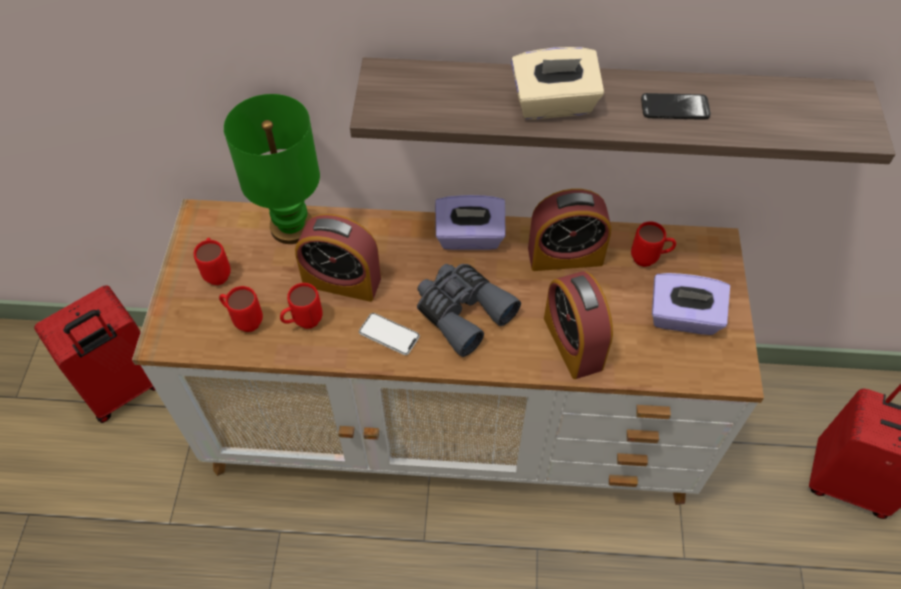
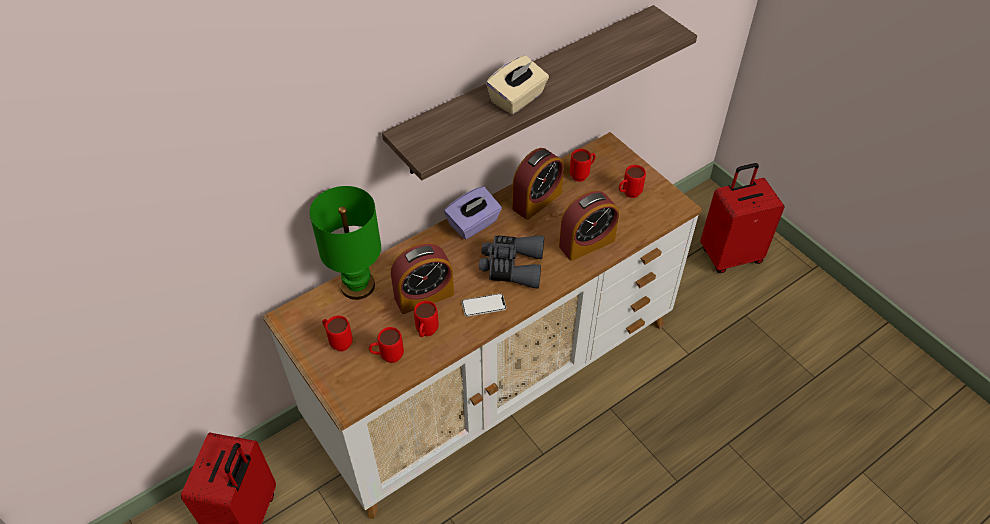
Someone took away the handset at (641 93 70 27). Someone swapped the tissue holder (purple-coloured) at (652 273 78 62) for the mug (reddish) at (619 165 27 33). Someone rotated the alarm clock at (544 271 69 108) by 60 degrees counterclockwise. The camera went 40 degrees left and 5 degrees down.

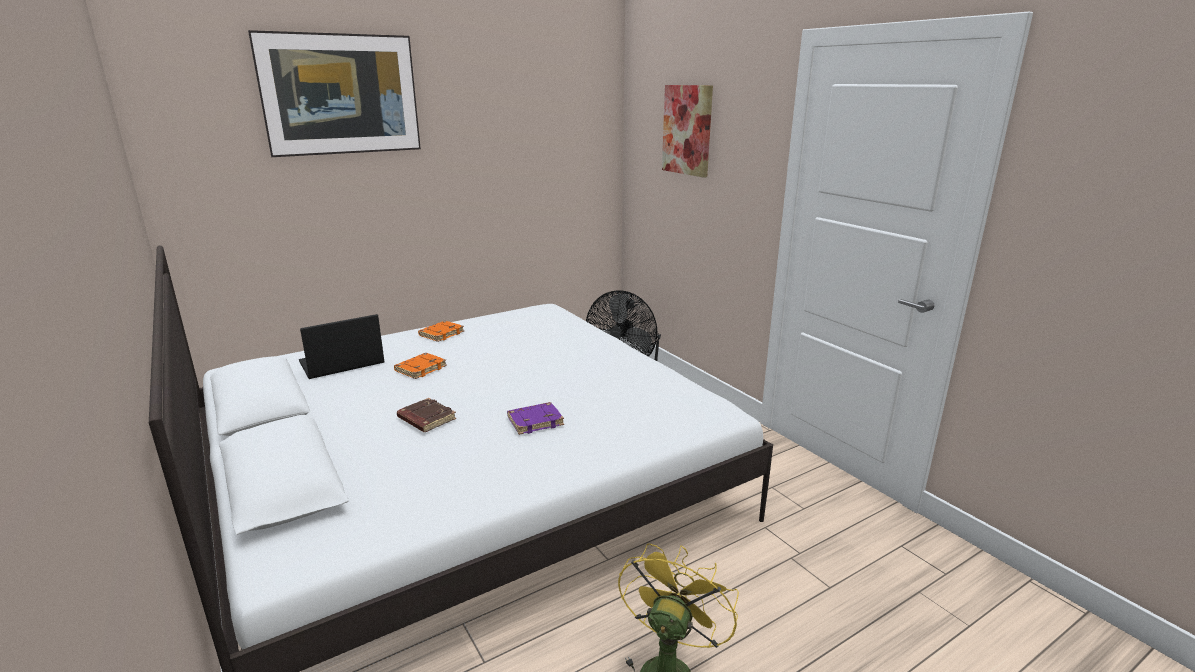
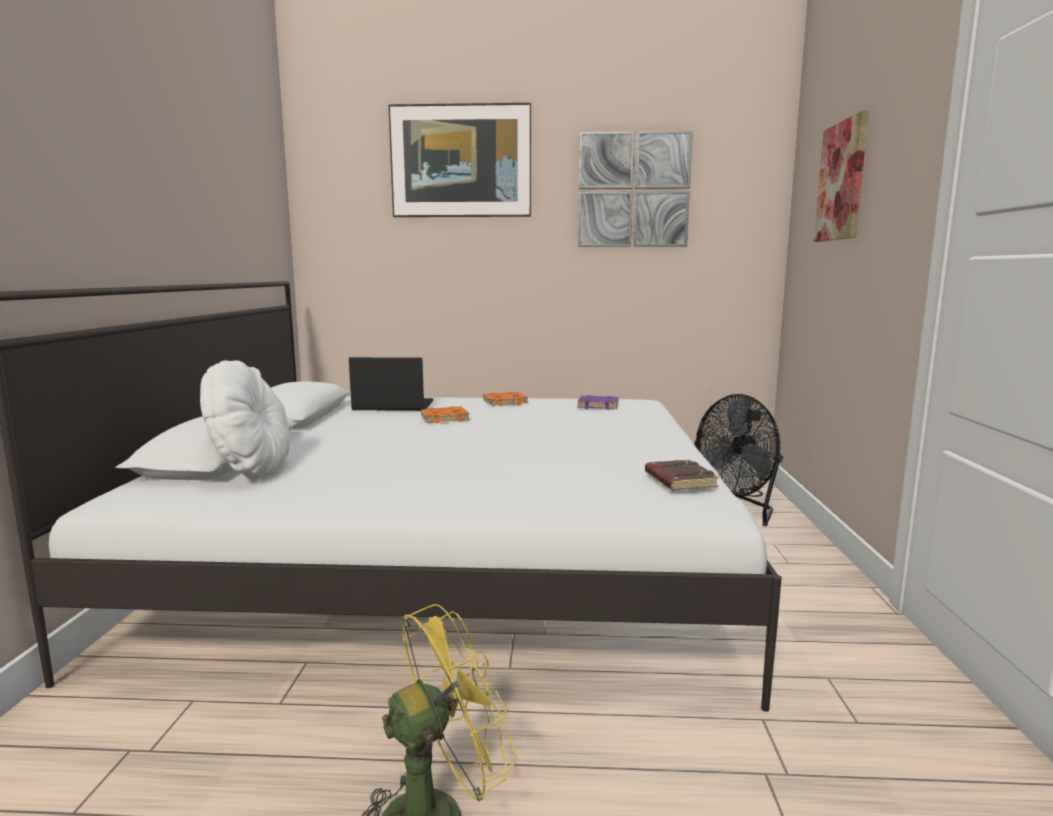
Someone put down the cushion (white-coloured) at (200 360 90 120). Someone put up the wall picture at (578 131 115 116). Someone carried the bound book (brownish) from (397 398 59 34) to (645 460 74 31). Someone carried the bound book (purple-coloured) from (507 402 57 33) to (577 395 41 15). The camera went 35 degrees right and 10 degrees down.

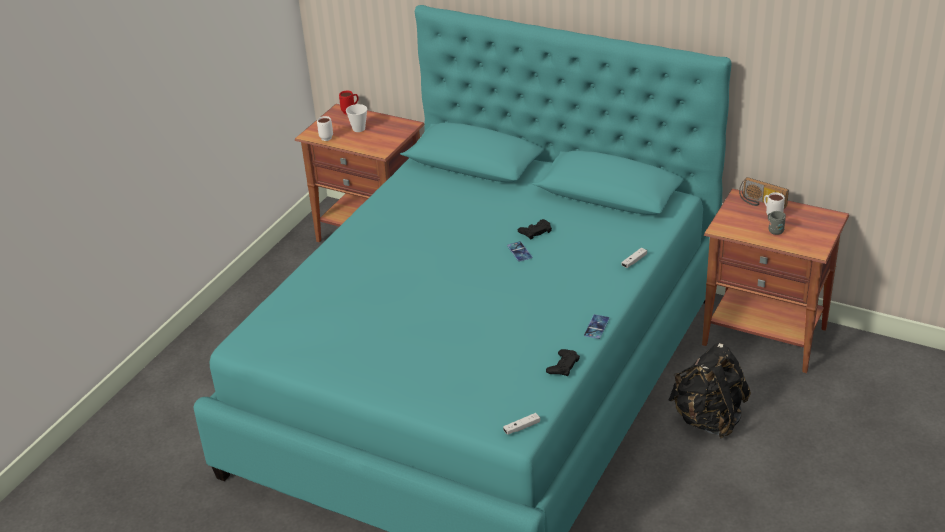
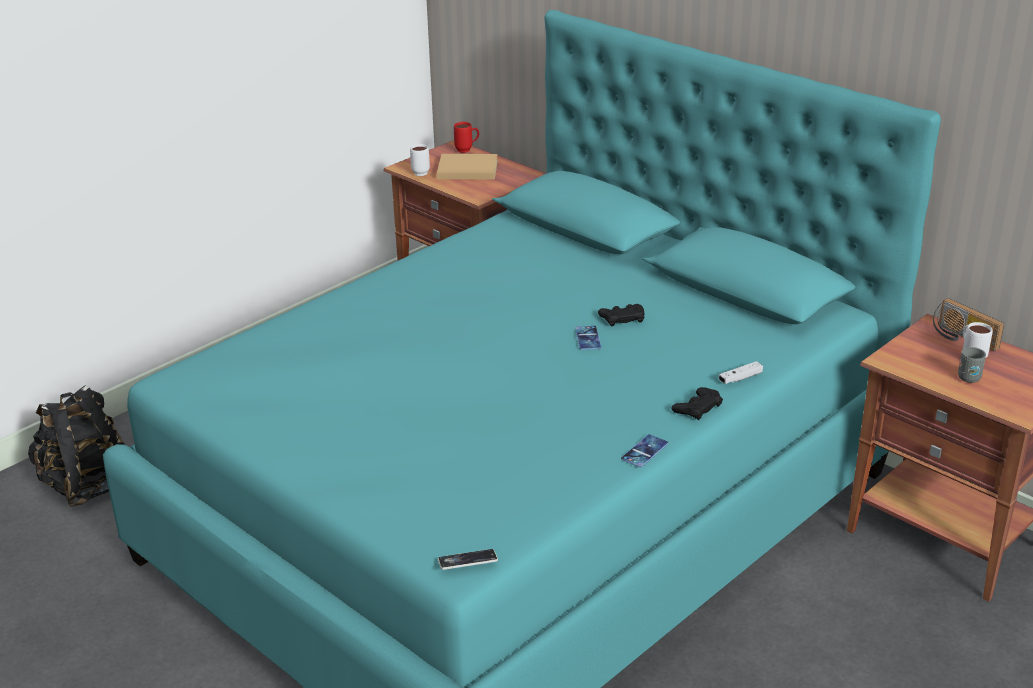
Someone carried the game controller (black) from (546 349 34 28) to (672 387 51 33). Someone carried the backpack (black) from (669 343 82 96) to (28 386 97 121). Someone swapped the cup at (346 104 21 28) for the bound book (beige) at (437 154 61 25). Someone swapped the game controller (white-coloured) at (503 413 37 22) for the handset at (438 549 60 21). The camera went 15 degrees right and 5 degrees down.

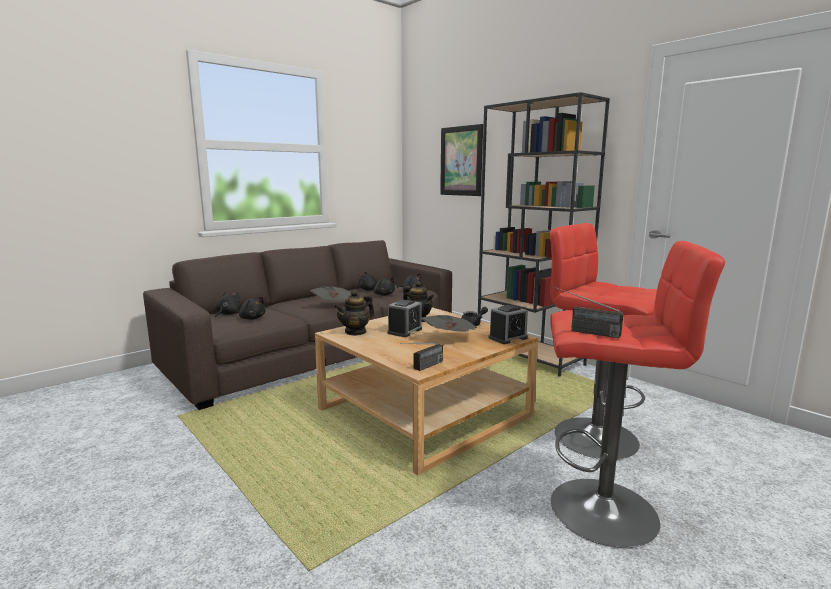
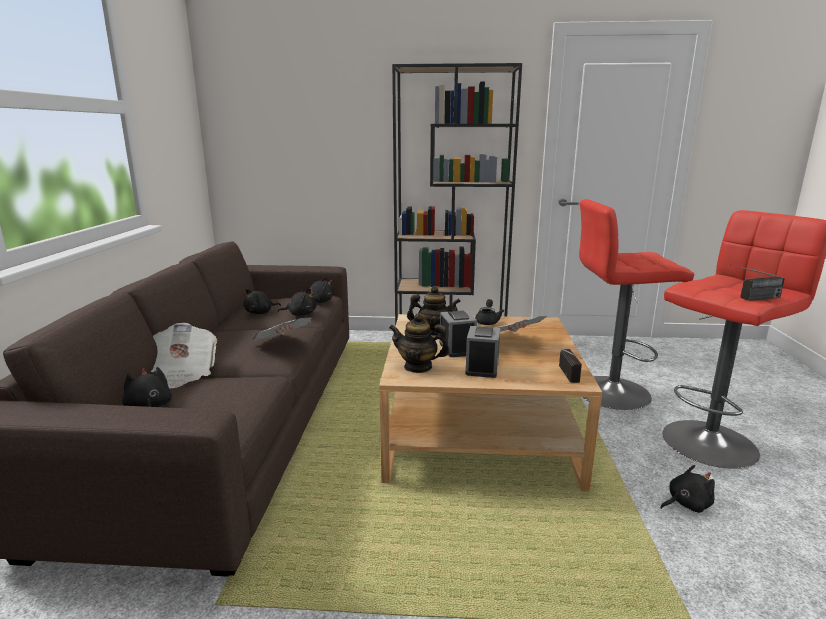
Someone took away the wall picture at (440 124 43 72). Someone put down the printed paper at (151 323 66 66). Someone carried the soft toy (black) from (236 296 30 24) to (660 465 55 48). Someone carried the alarm clock from (489 305 39 39) to (465 326 35 52). Someone rotated the pot for tea at (335 290 39 46) by 105 degrees clockwise. The camera went 45 degrees left and 5 degrees up.

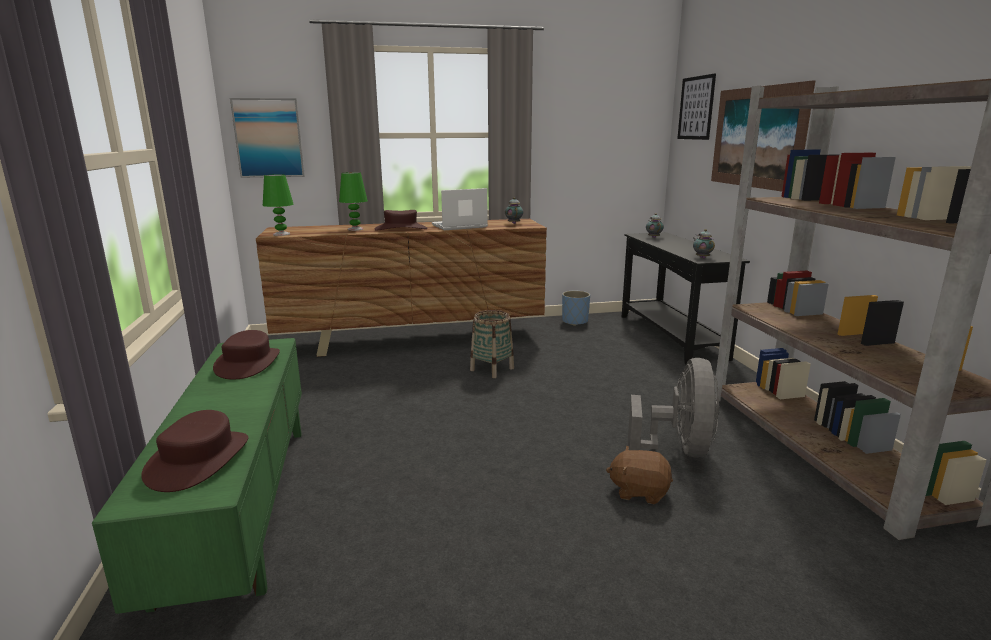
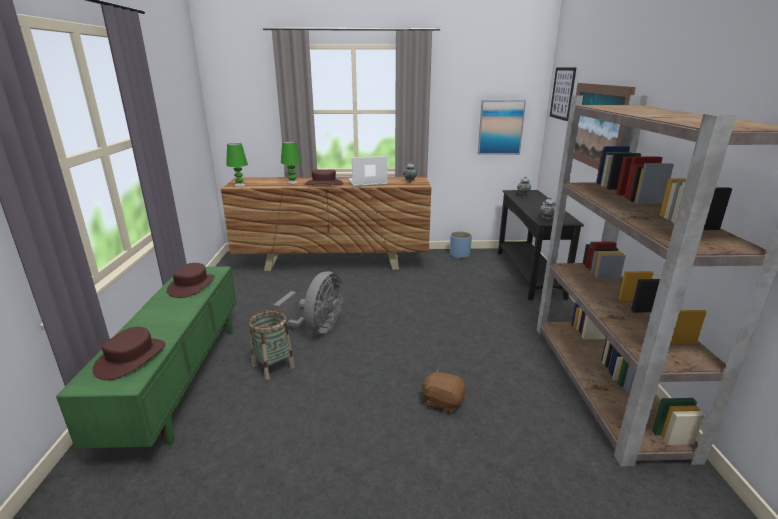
Someone carried the wall picture from (230 98 75 80) to (478 100 48 55). Someone carried the household basket from (470 310 44 68) to (249 310 46 70). Someone carried the electric fan (grey) from (628 358 92 99) to (273 271 70 63). The camera went 10 degrees right and 5 degrees up.

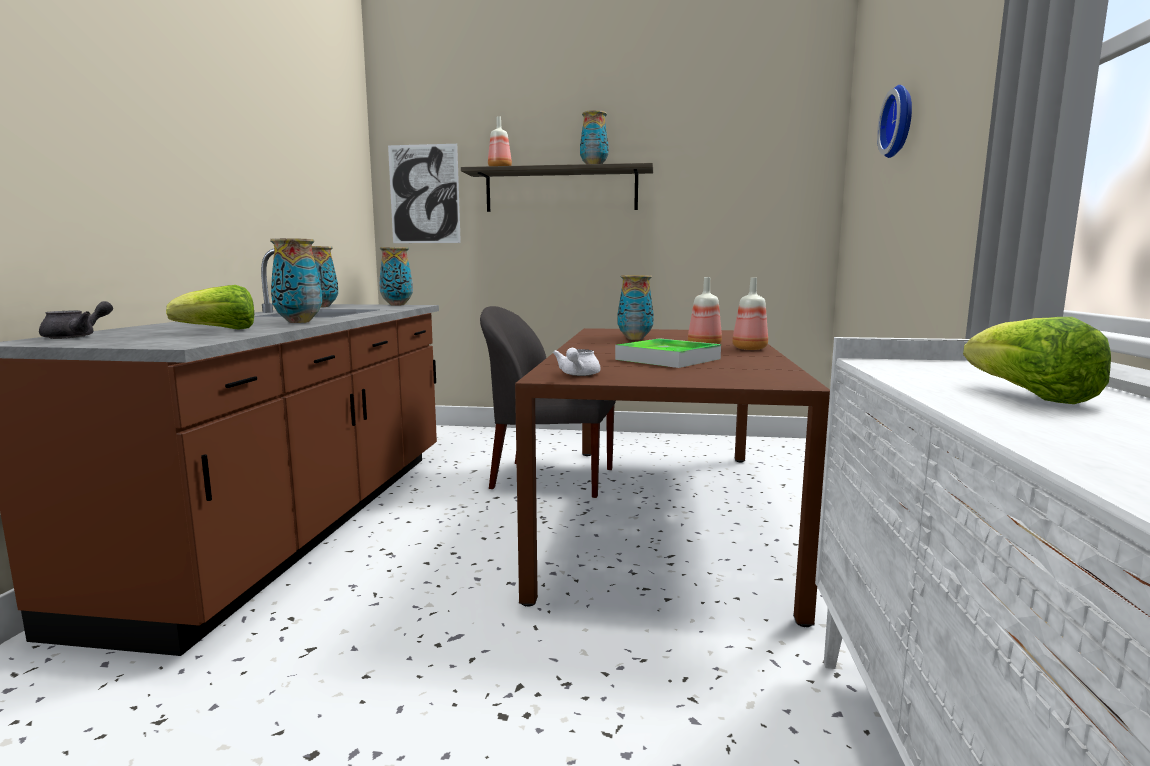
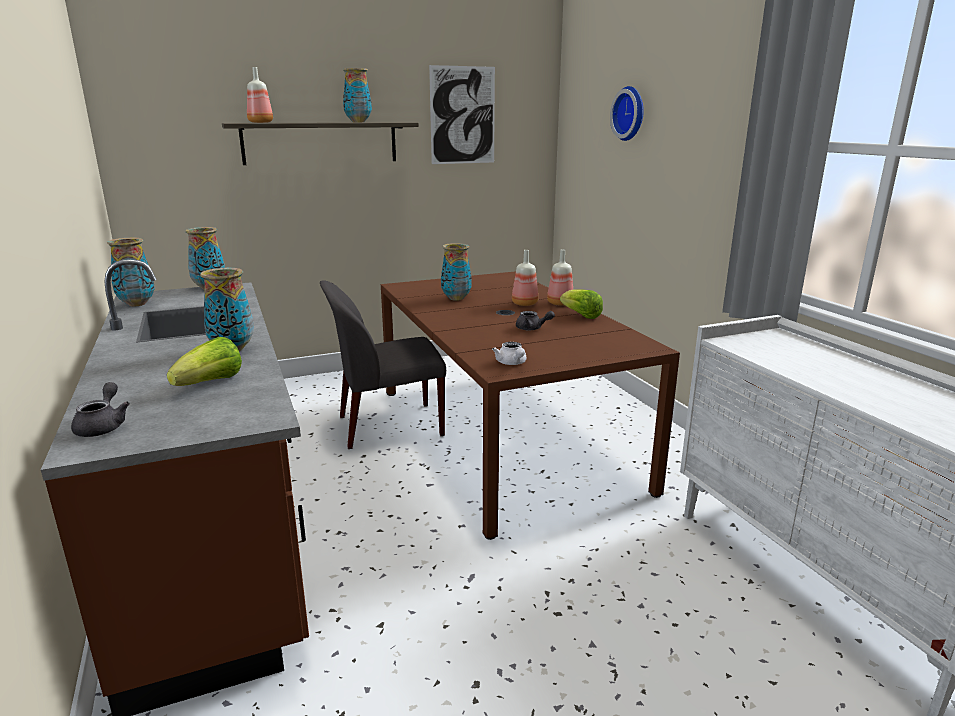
Someone carried the wall picture from (388 144 73 99) to (429 65 66 99). Someone carried the lettuce head from (963 317 148 87) to (560 289 43 30). Someone swapped the carrying tray at (615 338 106 30) for the pot for tea (grey) at (516 311 39 20). The camera went 30 degrees left and 10 degrees up.

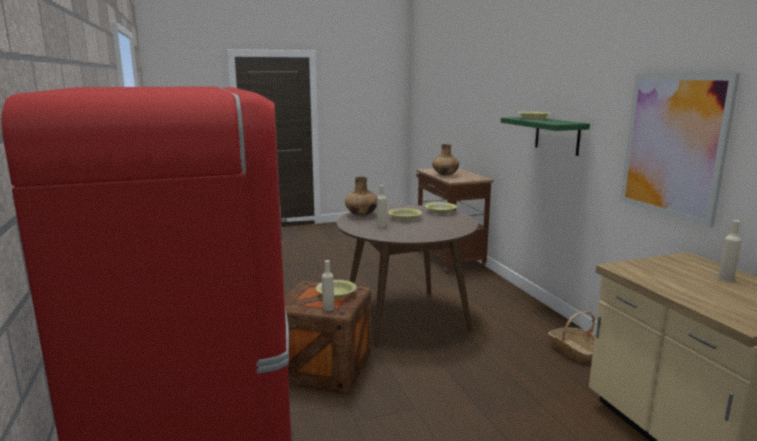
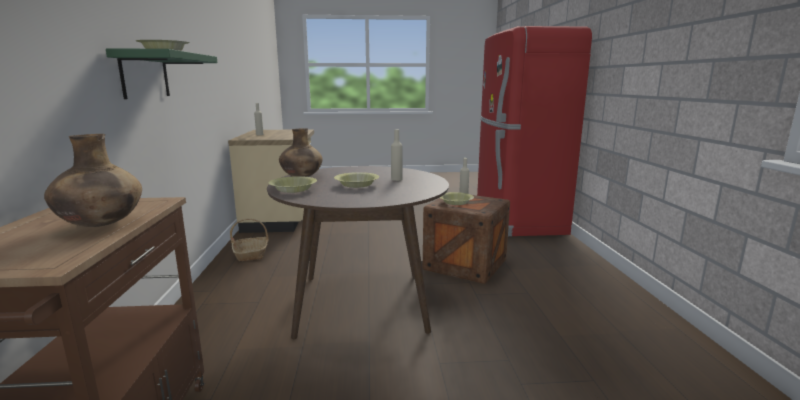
Someone took away the wall picture at (620 73 120 154). Someone carried the vase (brownish) from (345 177 32 39) to (279 128 44 49). The camera went 165 degrees left and 0 degrees up.

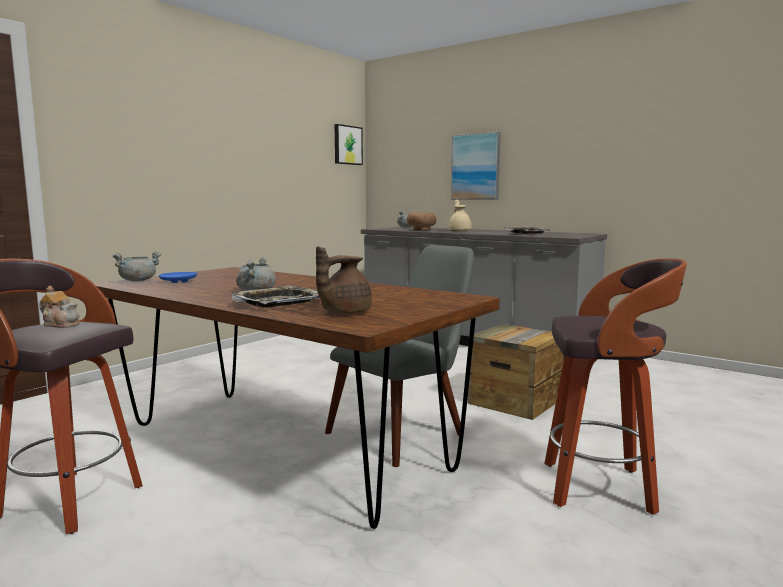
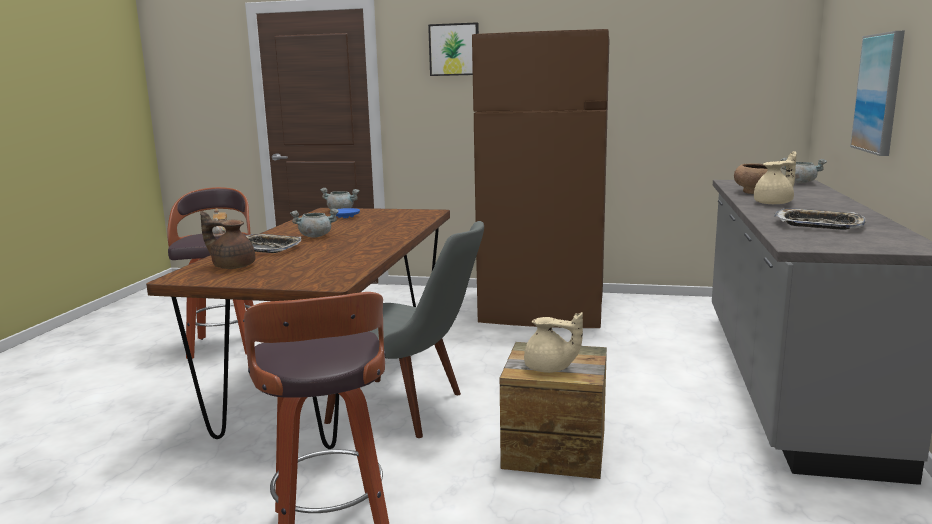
Someone put down the kitchen fridge (brownish) at (472 29 137 299). Someone put down the pot for tea (beige) at (524 312 59 61). Someone carried the wall picture from (335 124 28 41) to (428 22 51 54). The camera went 65 degrees right and 5 degrees up.

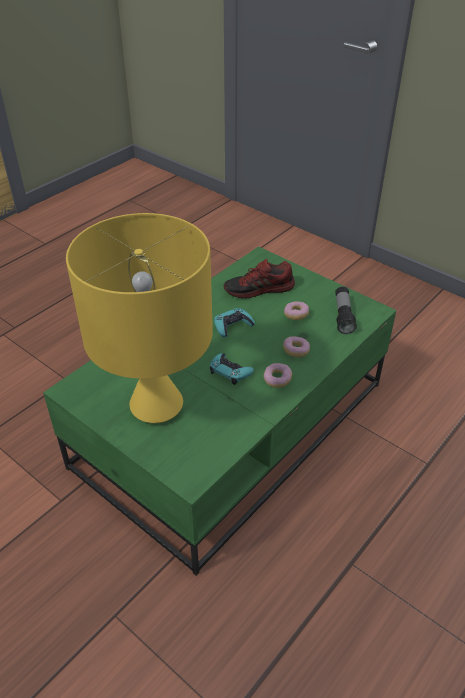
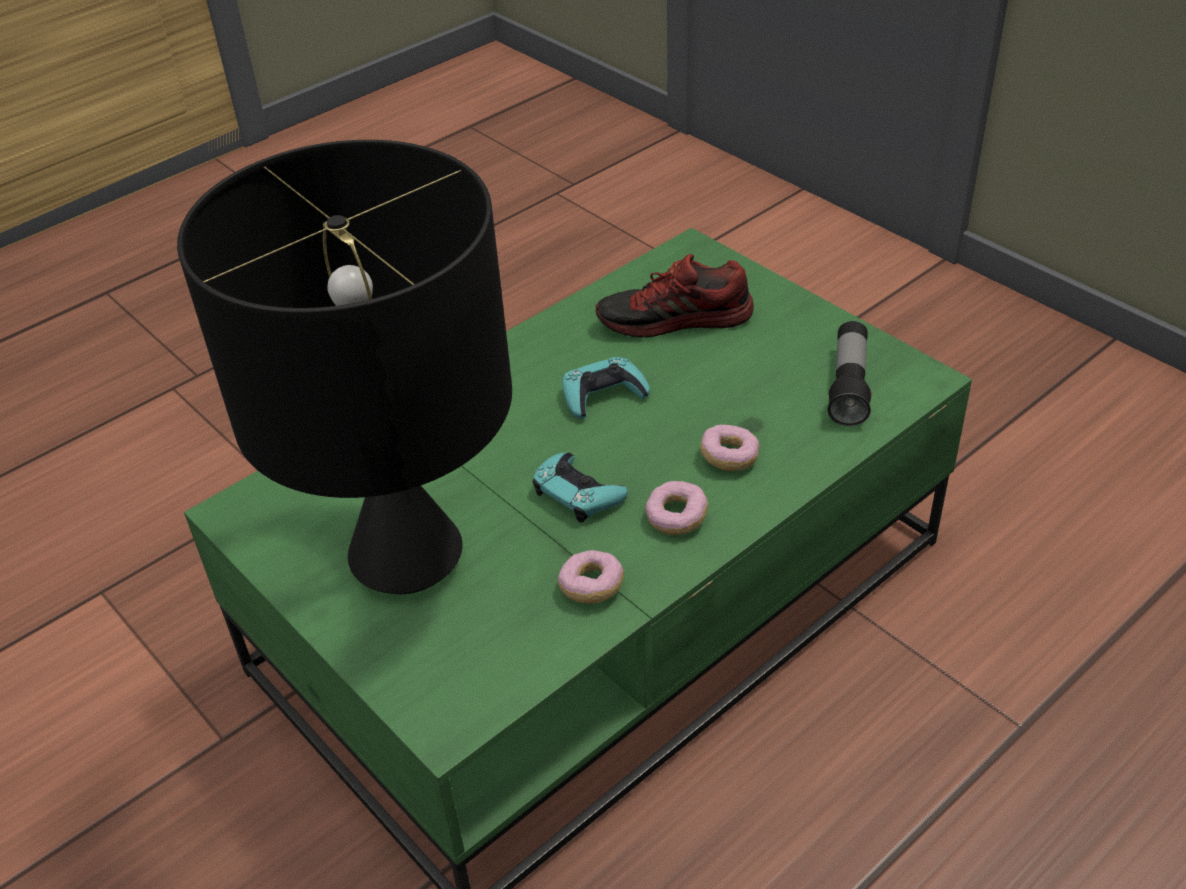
Someone carried the donut from (284 301 25 19) to (558 550 66 54). Someone repainted the tabletop lamp (yellowish) at (66 213 147 210), which became the tabletop lamp (black) at (177 140 335 454). The camera went 10 degrees right and 0 degrees up.

